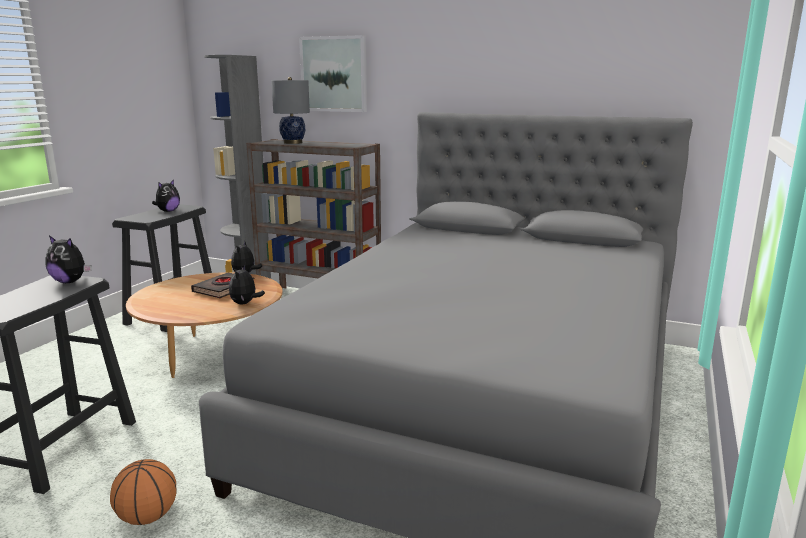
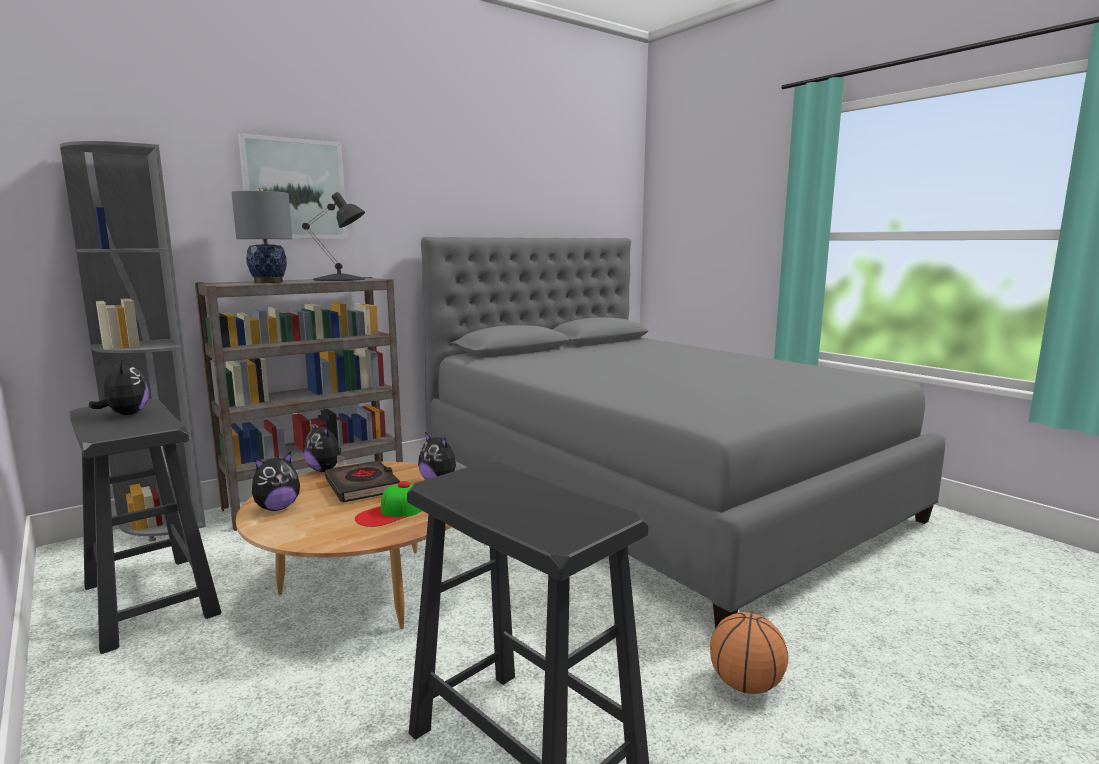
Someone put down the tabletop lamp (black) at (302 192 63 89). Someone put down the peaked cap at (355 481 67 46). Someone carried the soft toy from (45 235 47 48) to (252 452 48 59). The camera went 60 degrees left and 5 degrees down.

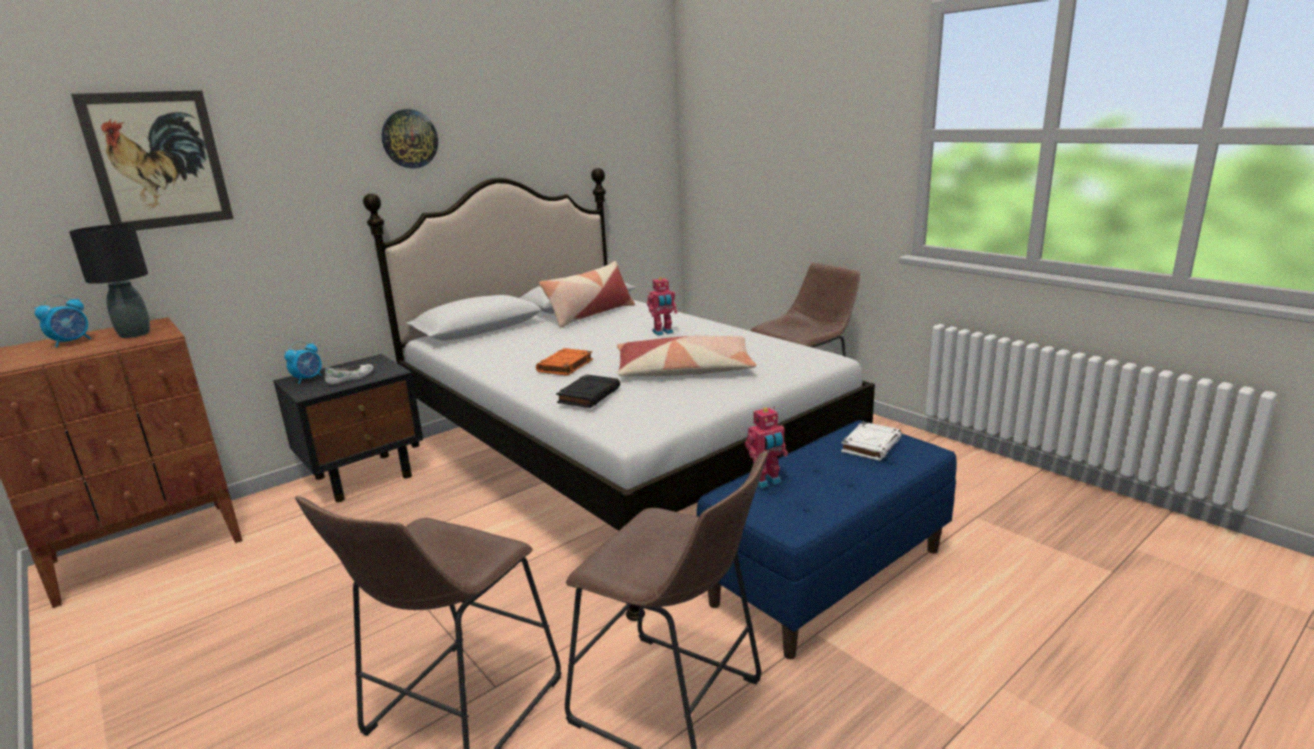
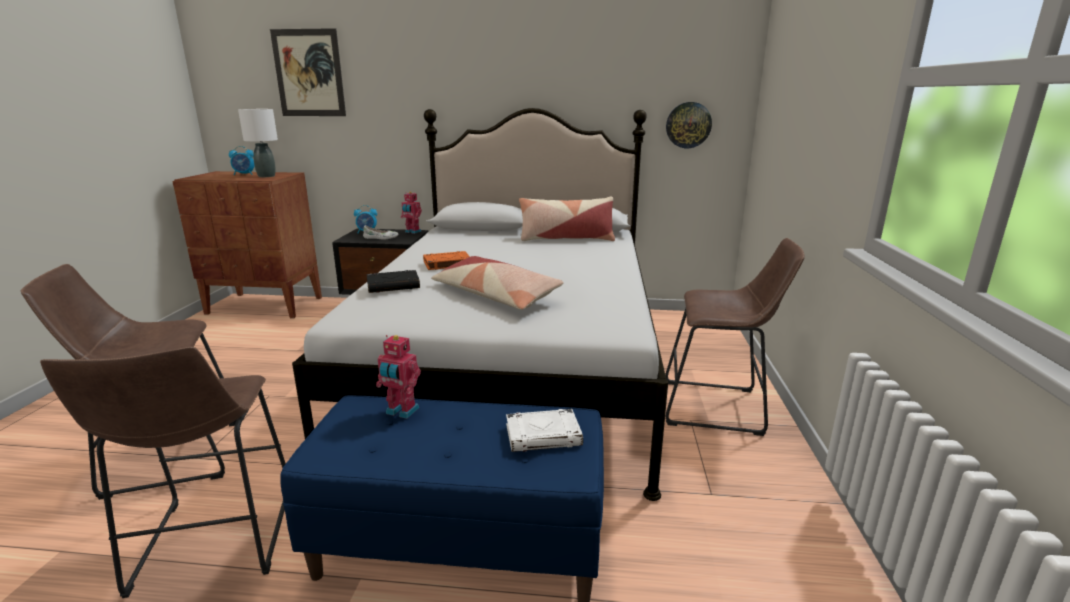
Someone carried the clock on the wall from (382 109 56 59) to (666 102 46 46). Someone carried the model robot from (647 277 30 59) to (401 192 21 42). Someone repainted the tabletop lamp (black) at (69 224 81 114), which became the tabletop lamp (white-coloured) at (238 109 40 68). The camera went 45 degrees right and 0 degrees up.

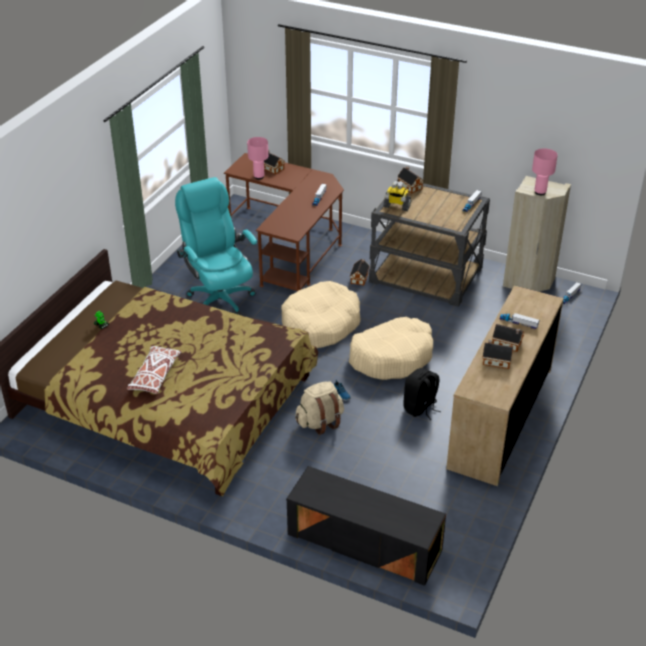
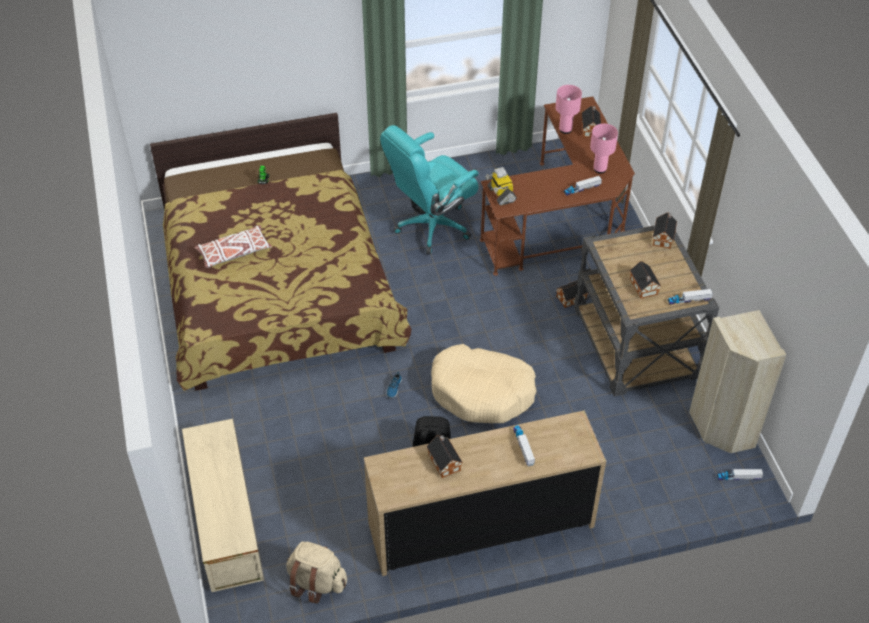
Someone took away the dog cushion (beige) at (281 281 80 67). Someone carried the backpack (beige) from (295 381 49 54) to (286 542 61 62). Someone carried the model robot from (383 181 28 30) to (485 167 31 39). Someone carried the miniature house from (492 324 32 28) to (630 261 31 37). Someone carried the tabletop lamp (pink-coloured) from (532 148 25 47) to (590 124 28 50). Someone repainted the indoor bench (black) at (286 466 160 120), which became the indoor bench (beige) at (182 419 82 173). Someone rotated the office chair (turquoise) at (175 177 82 139) by 150 degrees counterclockwise. The camera went 50 degrees right and 10 degrees up.

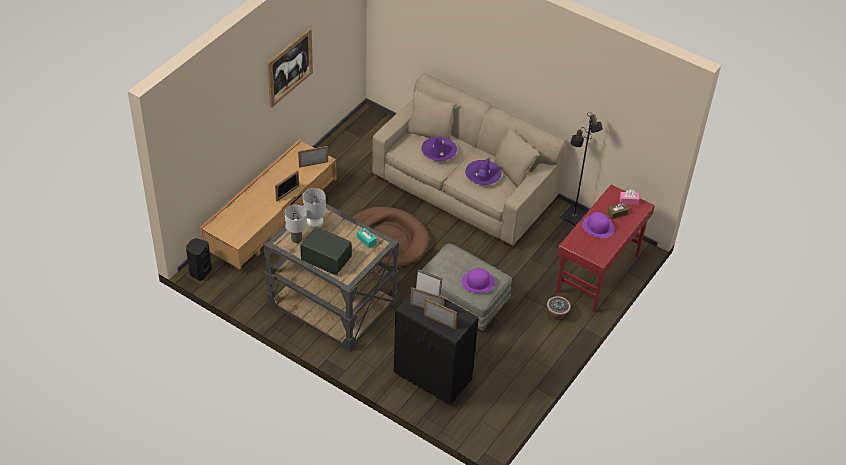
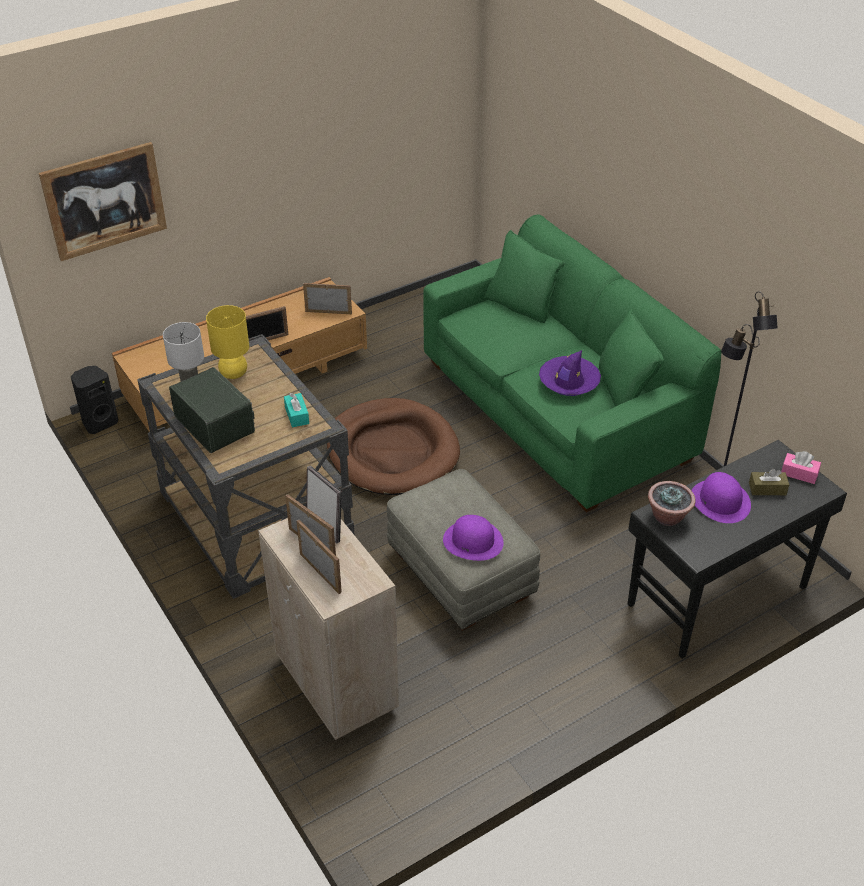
Someone took away the wearable hat (purple-coloured) at (422 137 35 24). Someone carried the wall picture from (267 28 46 80) to (39 142 128 119). Someone carried the potted plant from (547 296 24 24) to (648 481 48 45). Someone repainted the tabletop lamp (grey) at (303 188 23 41), which became the tabletop lamp (yellowish) at (206 305 43 74). Someone repainted the couch (beige) at (372 73 194 174), which became the couch (greenish) at (423 215 299 298). Someone repainted the cupboard (black) at (393 293 86 112), which became the cupboard (beige) at (259 518 140 222). Someone repainted the narrow table (reddish) at (556 184 99 128), which became the narrow table (black) at (628 440 219 219). The camera went 25 degrees right and 5 degrees down.

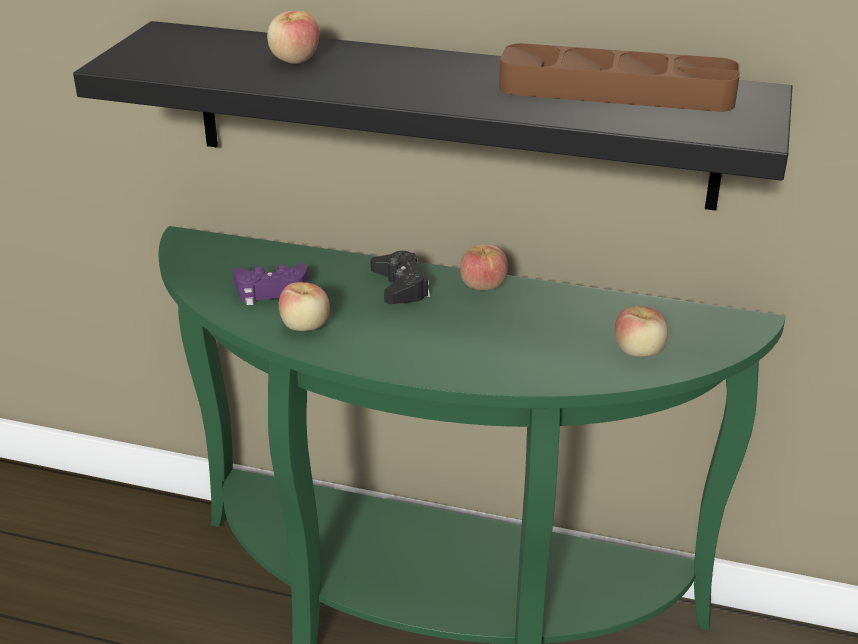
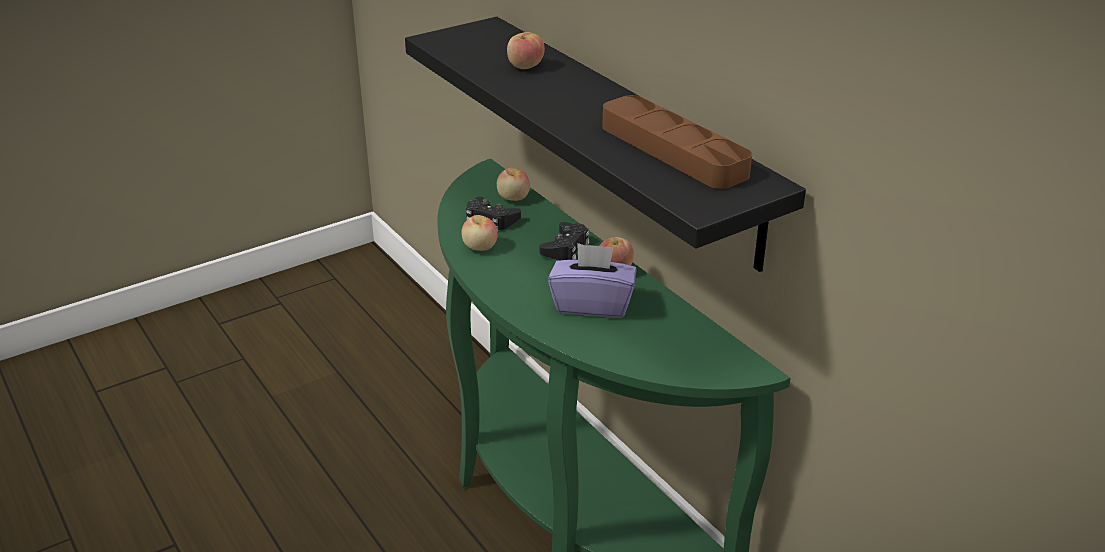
Someone put down the tissue holder (purple-coloured) at (548 243 89 75). Someone carried the whole apple from (615 306 53 51) to (497 168 33 33). Someone repainted the game controller (purple-coloured) at (233 263 76 42), which became the game controller (black) at (466 197 55 34). The camera went 40 degrees right and 0 degrees up.

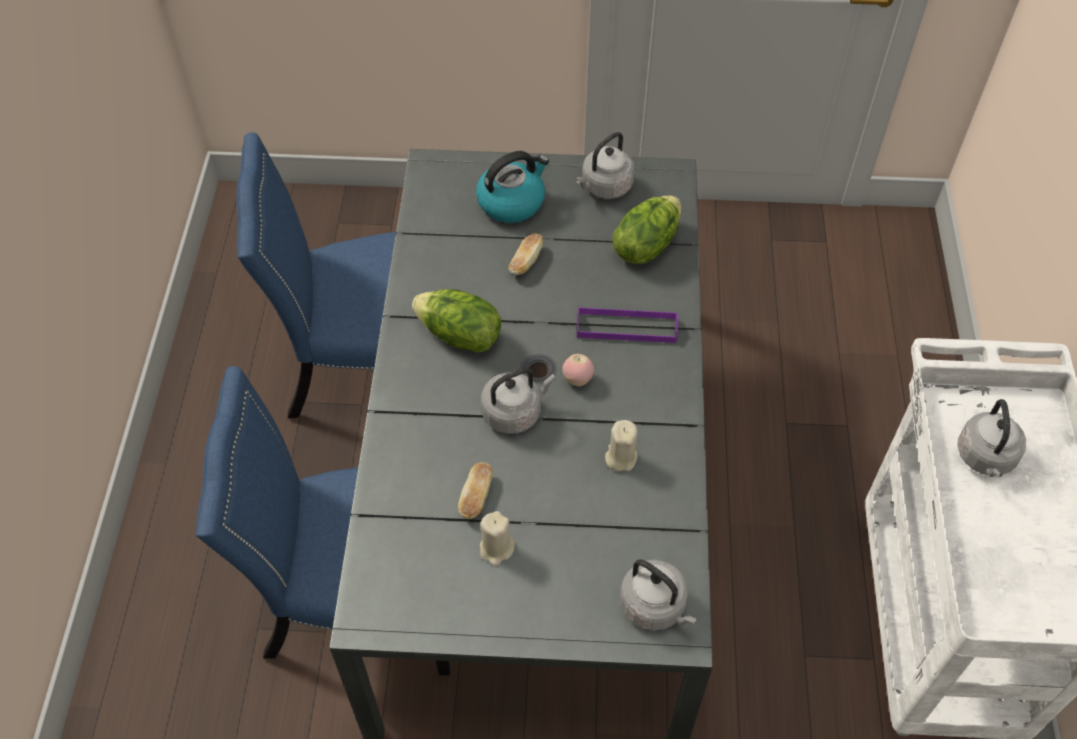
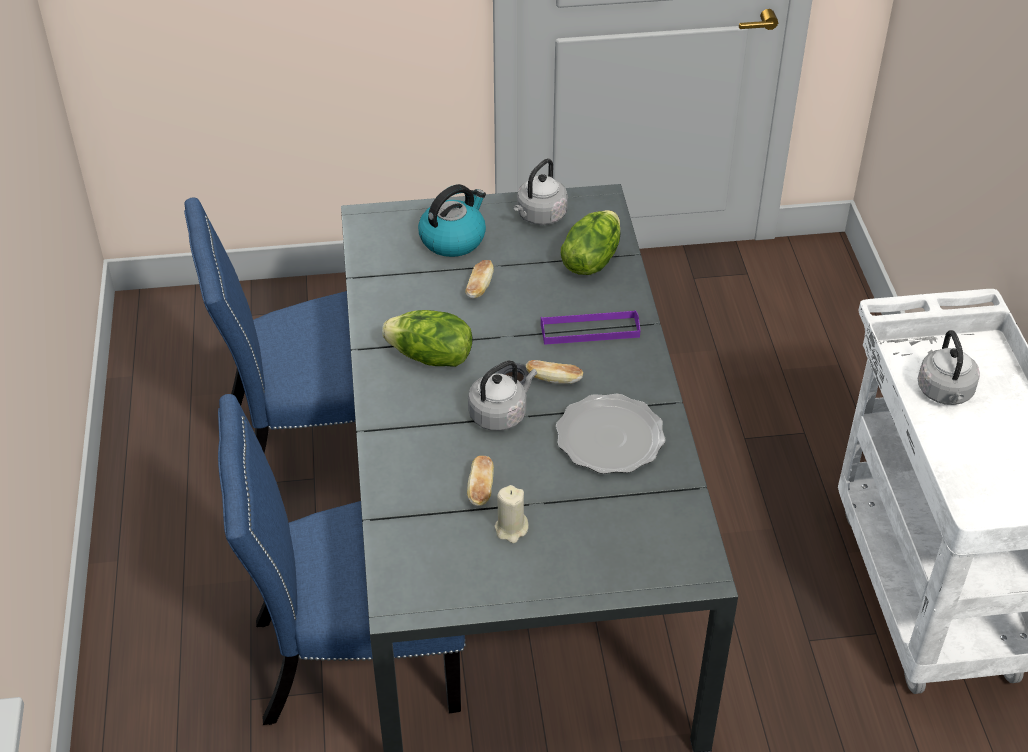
Someone took away the tea kettle (grey) at (620 559 77 72). Someone swapped the whole apple at (562 354 32 33) for the baked bread at (526 360 57 24). Someone swapped the wax candle (beige) at (605 420 33 51) for the dinner plate at (556 394 110 80). The camera went 10 degrees left and 10 degrees down.

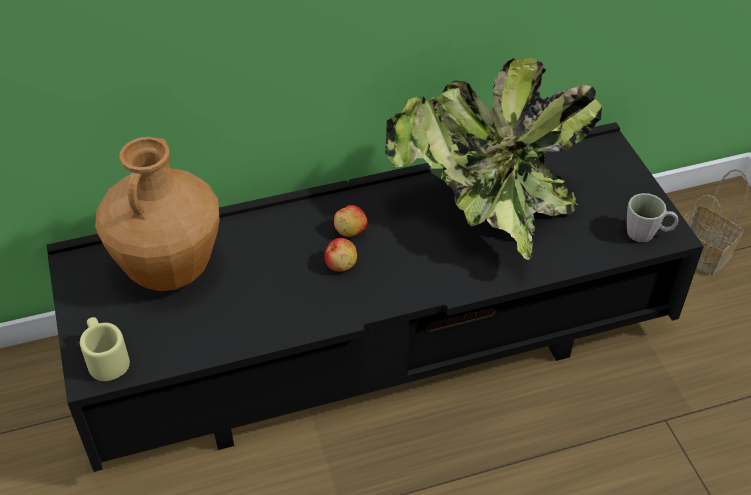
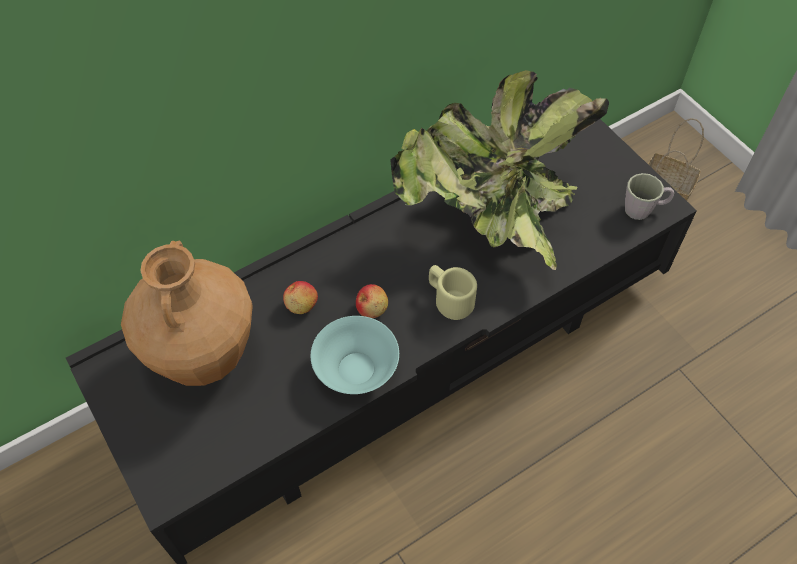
Someone put down the serving bowl (turquoise) at (311 316 88 78). Someone carried the mug (beige) from (80 317 50 64) to (429 265 48 55). Someone carried the whole apple from (334 205 34 32) to (283 281 35 33). The camera went 15 degrees left and 10 degrees up.

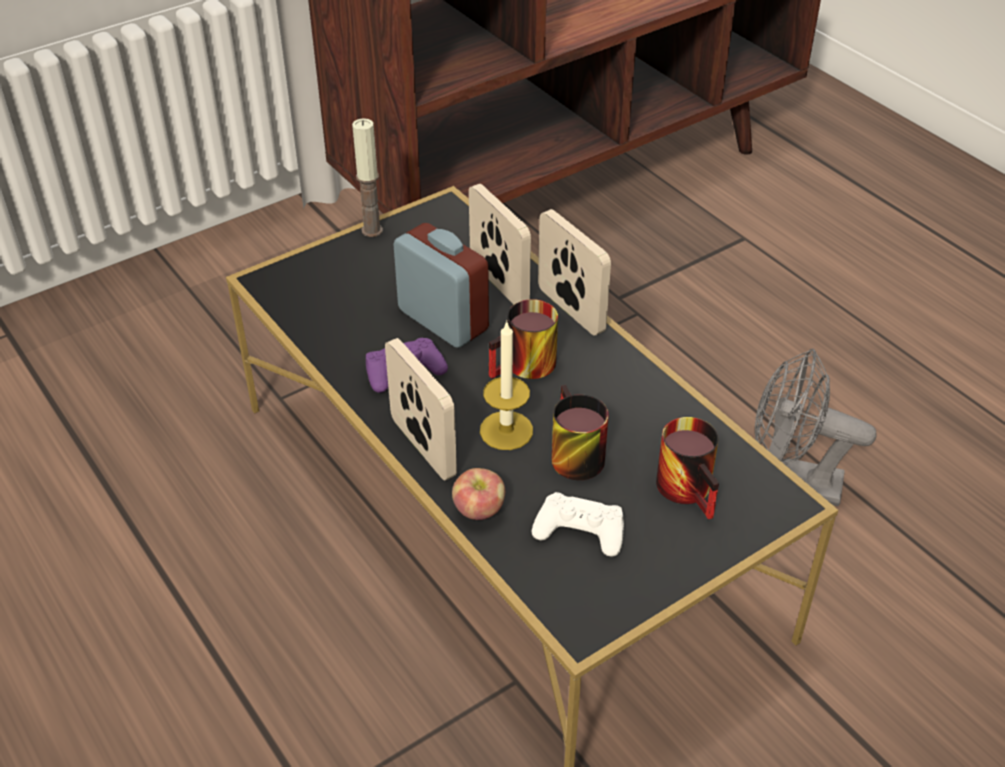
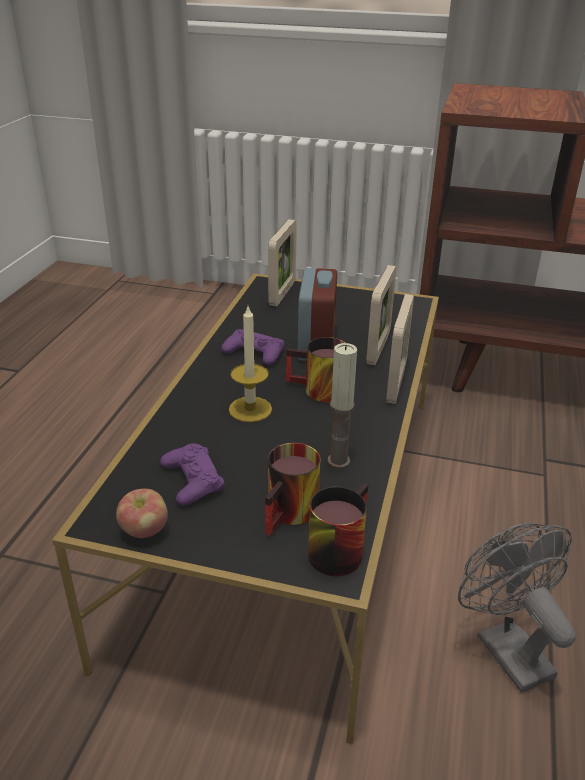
Someone carried the wax candle from (352 118 31 119) to (328 343 29 125). Someone carried the picture frame from (385 338 72 143) to (268 219 29 87). Someone carried the whole apple from (452 468 53 52) to (116 489 52 49). Someone carried the mug from (552 385 57 95) to (308 483 60 93). Someone repainted the game controller (white-coloured) at (532 492 92 65), which became the game controller (purple-coloured) at (160 443 64 63). The camera went 50 degrees right and 10 degrees down.

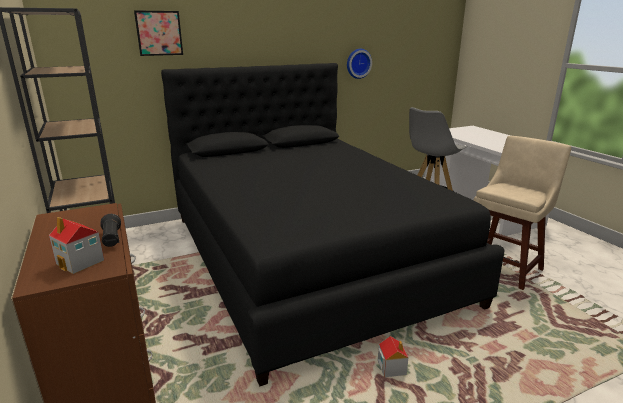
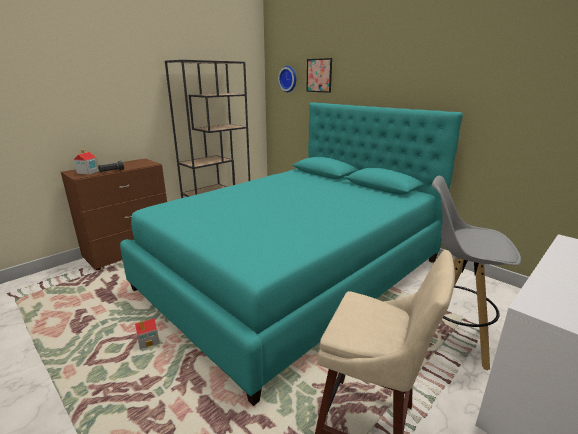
Someone carried the clock on the wall from (347 49 25 30) to (278 66 18 26). Someone repainted the bedroom bed (black) at (161 63 344 323), which became the bedroom bed (turquoise) at (120 102 343 304). The camera went 70 degrees right and 0 degrees up.

